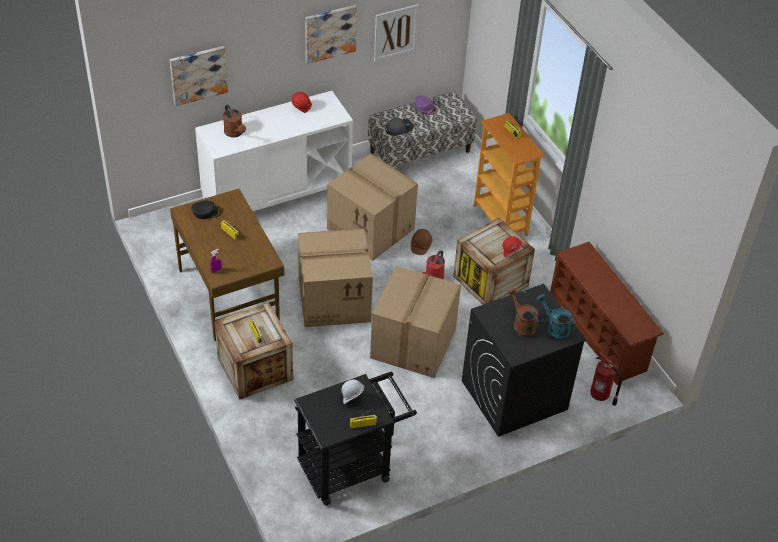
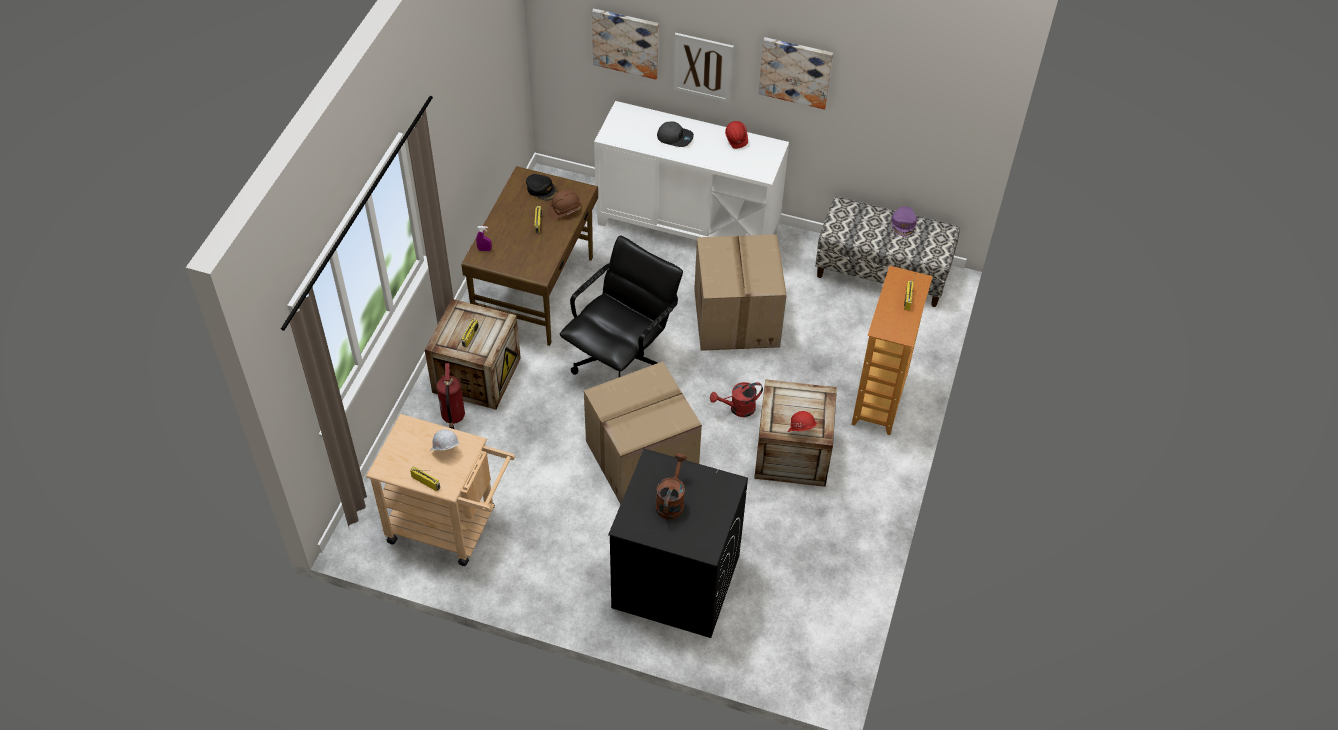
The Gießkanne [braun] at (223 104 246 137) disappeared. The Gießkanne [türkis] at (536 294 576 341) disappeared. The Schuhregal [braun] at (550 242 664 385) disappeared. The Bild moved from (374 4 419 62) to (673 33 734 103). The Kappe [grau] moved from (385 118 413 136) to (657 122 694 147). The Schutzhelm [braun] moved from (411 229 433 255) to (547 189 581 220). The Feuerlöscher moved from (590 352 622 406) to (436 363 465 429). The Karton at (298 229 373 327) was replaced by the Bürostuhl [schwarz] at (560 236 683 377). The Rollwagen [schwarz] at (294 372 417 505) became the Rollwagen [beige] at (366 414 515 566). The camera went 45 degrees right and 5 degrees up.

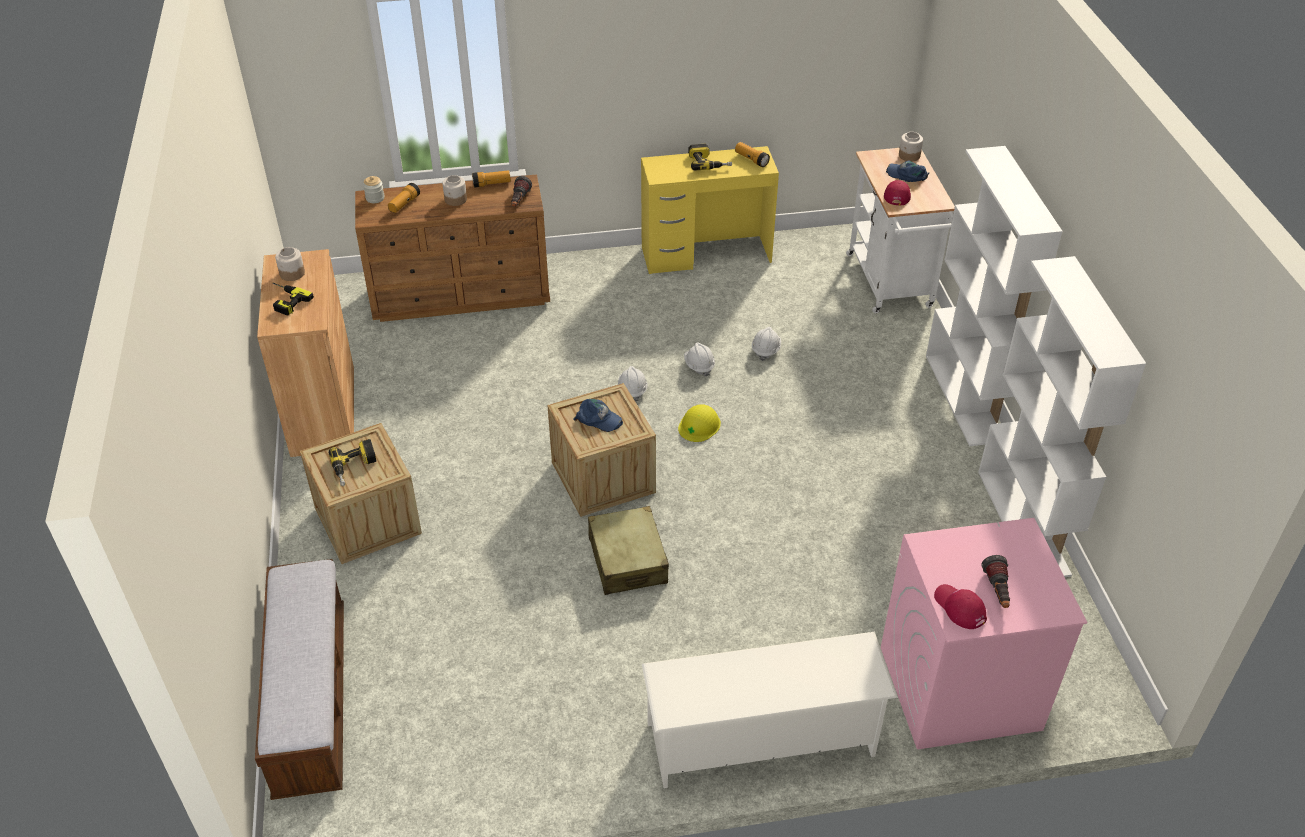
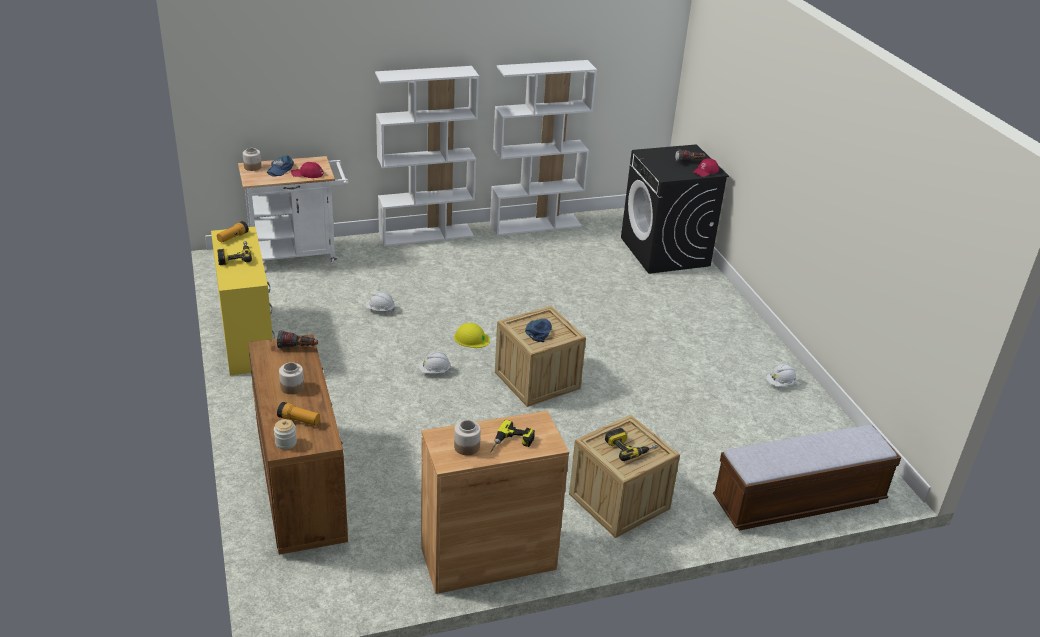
The Taschenlampe at (472 170 511 188) disappeared. The Koffer [beige] at (588 506 669 595) disappeared. The Schuhregal [weiß] at (642 632 898 788) disappeared. The Schutzhelm [weiß] moved from (684 342 715 377) to (766 364 796 387). The Waschmaschine [rosa] at (881 518 1087 750) became the Waschmaschine [schwarz] at (621 144 729 274). The camera went 100 degrees left and 10 degrees down.

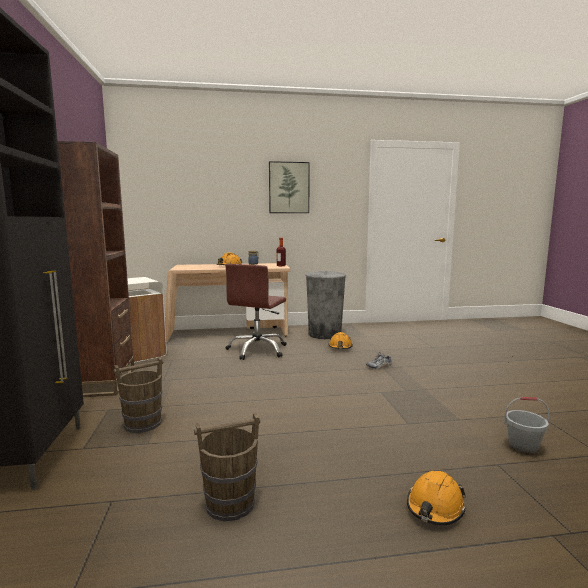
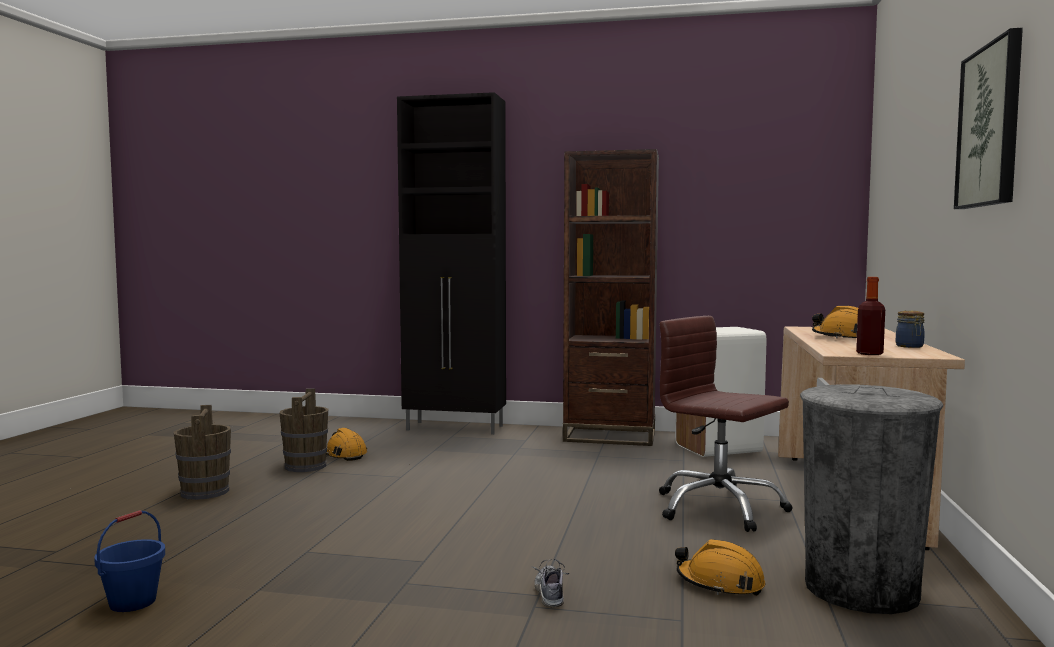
The Eimer [braun] moved from (114 357 163 433) to (174 405 231 500). The Schutzhelm [orange] moved from (407 471 466 525) to (326 428 367 461). The Eimer [grau] at (504 397 550 455) became the Eimer [blau] at (94 510 165 612). The camera went 110 degrees right and 5 degrees down.

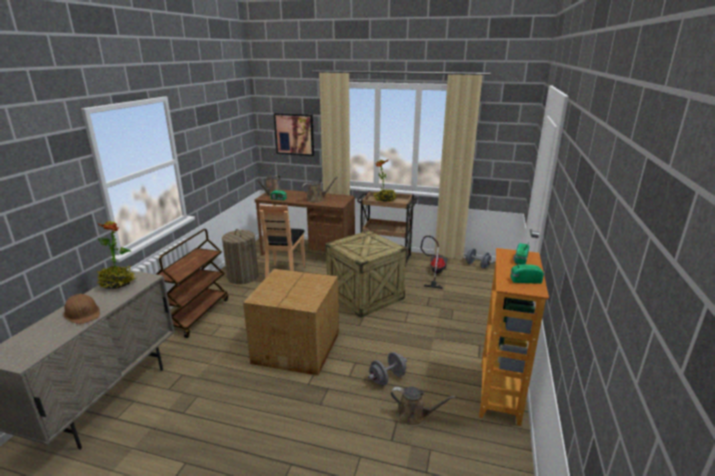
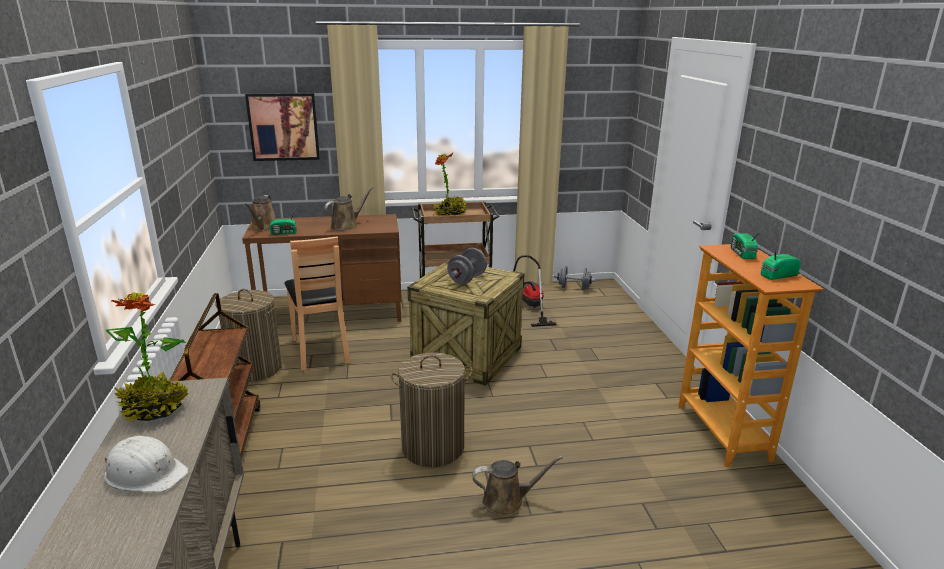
The Hantel [grau] moved from (368 352 407 386) to (447 248 487 284). The Gießkanne [braun] moved from (391 386 455 426) to (472 456 563 516). The Karton at (243 269 339 376) was replaced by the Wäschekorb at (390 353 472 467). The Schutzhelm [braun] at (64 294 100 324) became the Schutzhelm [weiß] at (104 436 189 492). The camera went 25 degrees left and 0 degrees up.

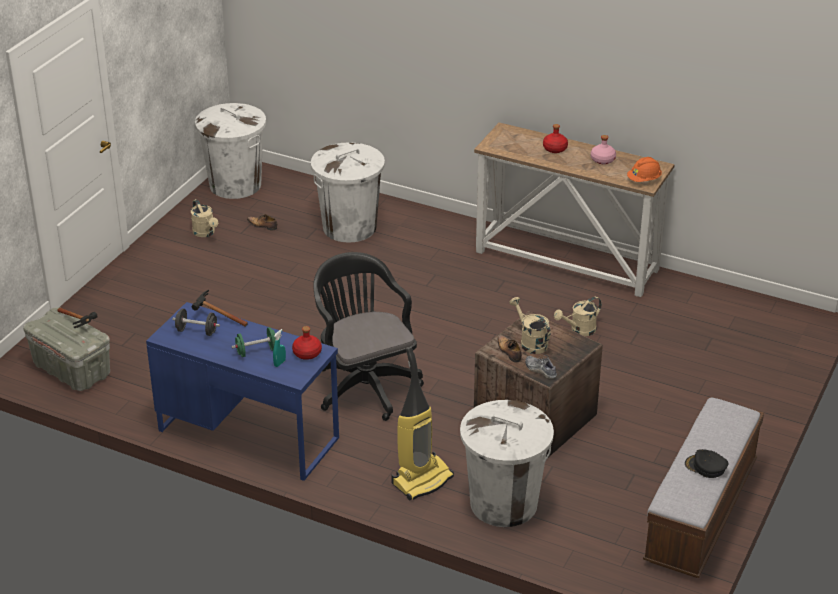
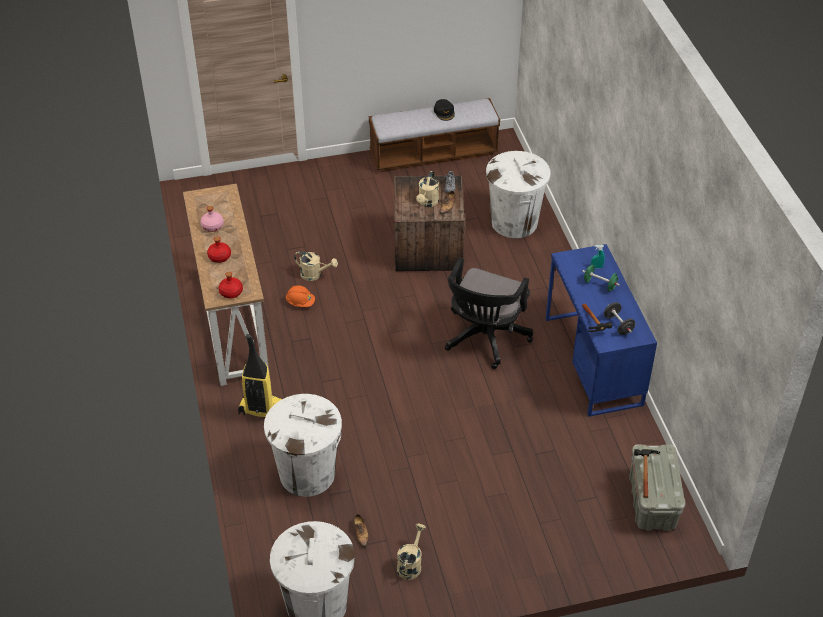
The Flasche [rot] moved from (292 326 322 360) to (218 272 243 299). The Staubsauger moved from (392 347 454 500) to (238 334 282 417). The Schutzhelm [orange] moved from (627 157 662 182) to (286 286 315 307). The camera went 130 degrees left and 10 degrees up.

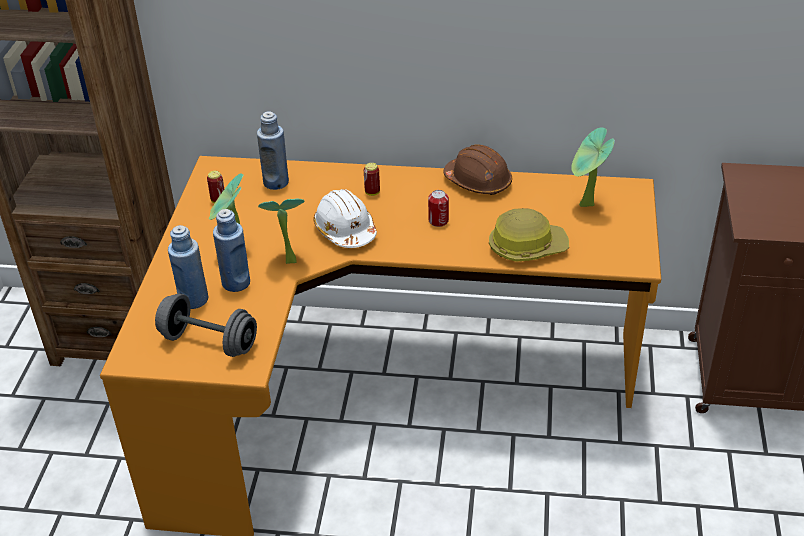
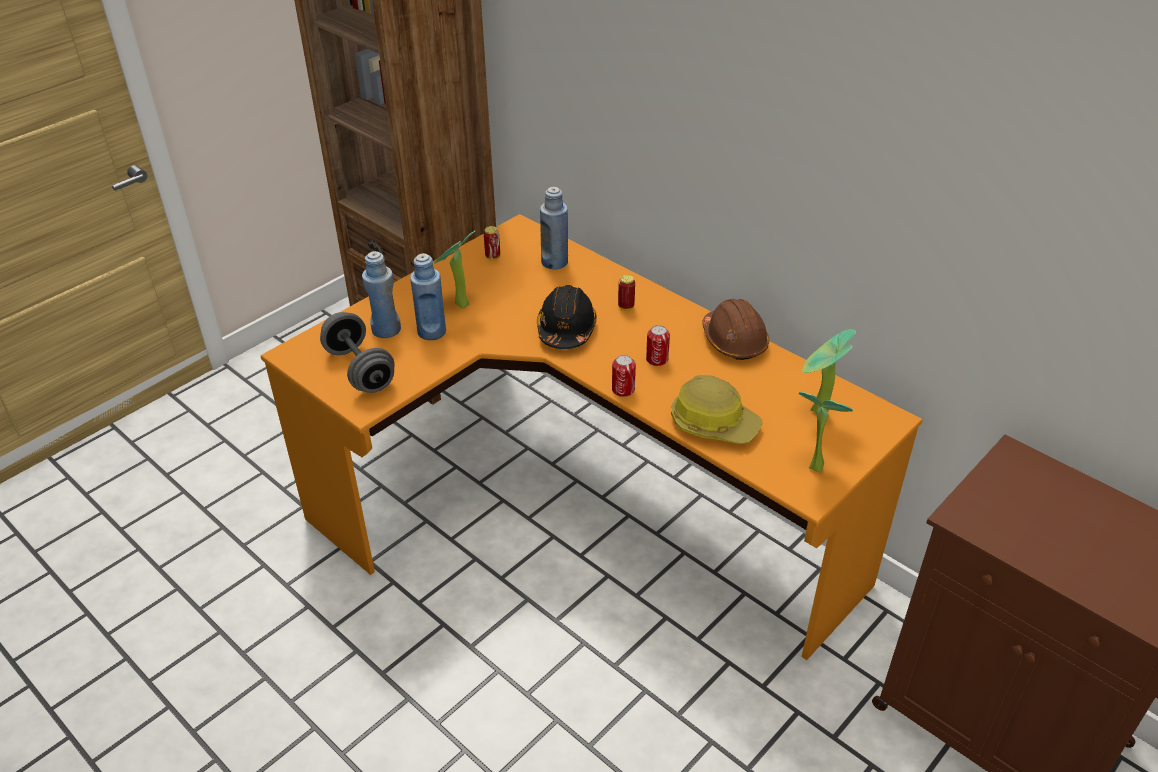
The Dose at (612 355 636 397) appeared. The Topfpflanze moved from (258 198 304 264) to (799 392 853 472). The Schutzhelm [weiß] at (313 189 377 248) became the Schutzhelm [schwarz] at (537 285 597 349). The camera went 35 degrees right and 0 degrees up.

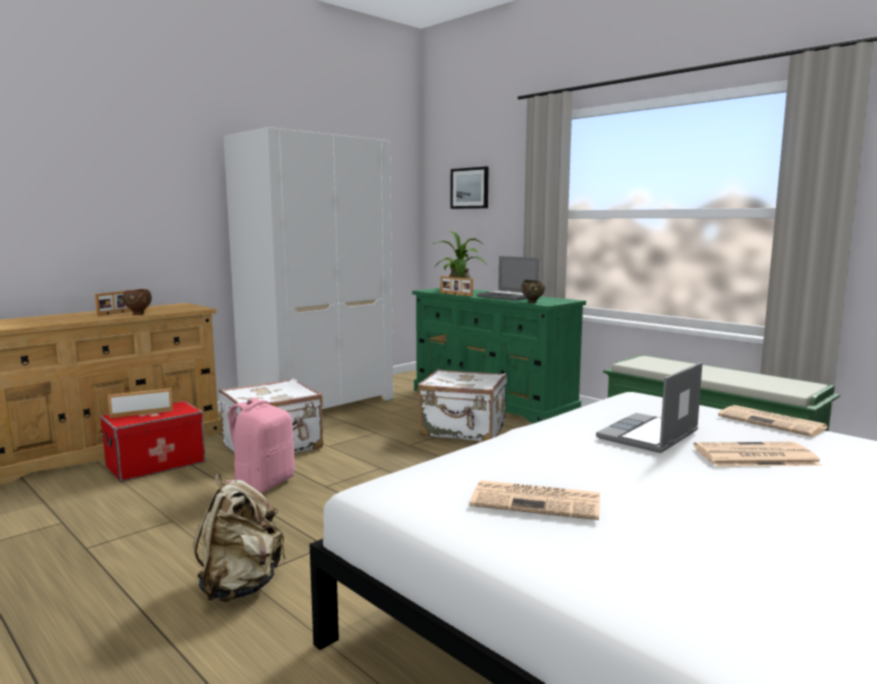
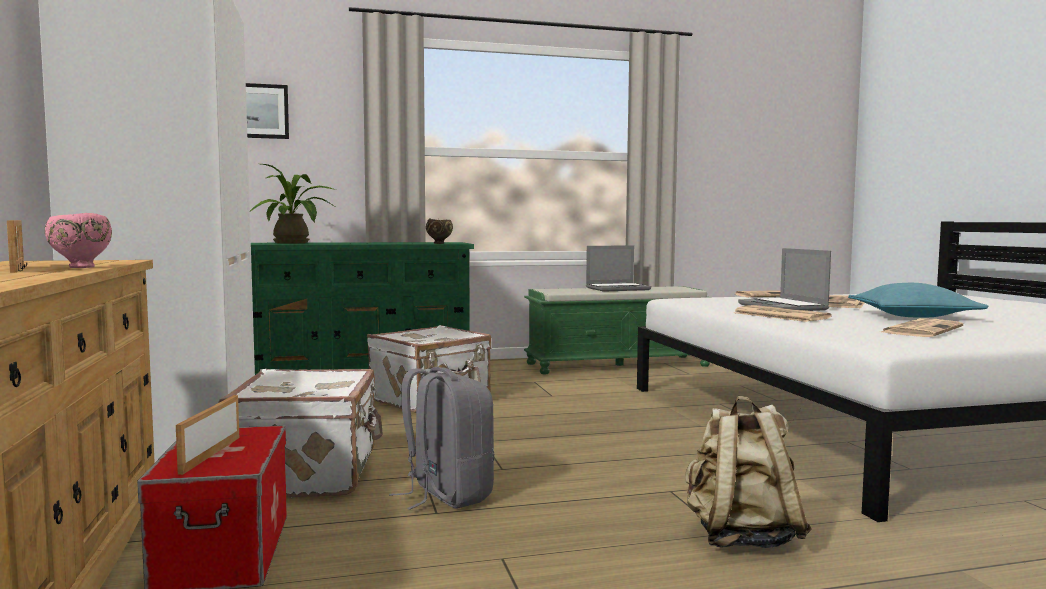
The Bilderrahmen at (440 276 473 297) disappeared. The Zeitung at (733 305 832 322) appeared. The Kissen [türkis] at (848 283 989 318) appeared. The Laptop moved from (478 256 539 301) to (586 245 651 292). The Schüssel [braun] at (122 289 152 315) became the Schüssel [rosa] at (45 213 112 268). The Rucksack [rosa] at (225 398 295 493) became the Rucksack [grau] at (389 367 494 510). The camera went 60 degrees left and 5 degrees down.

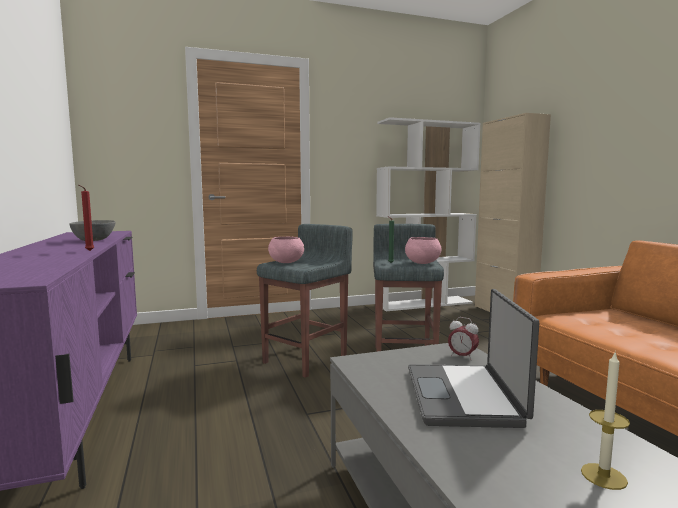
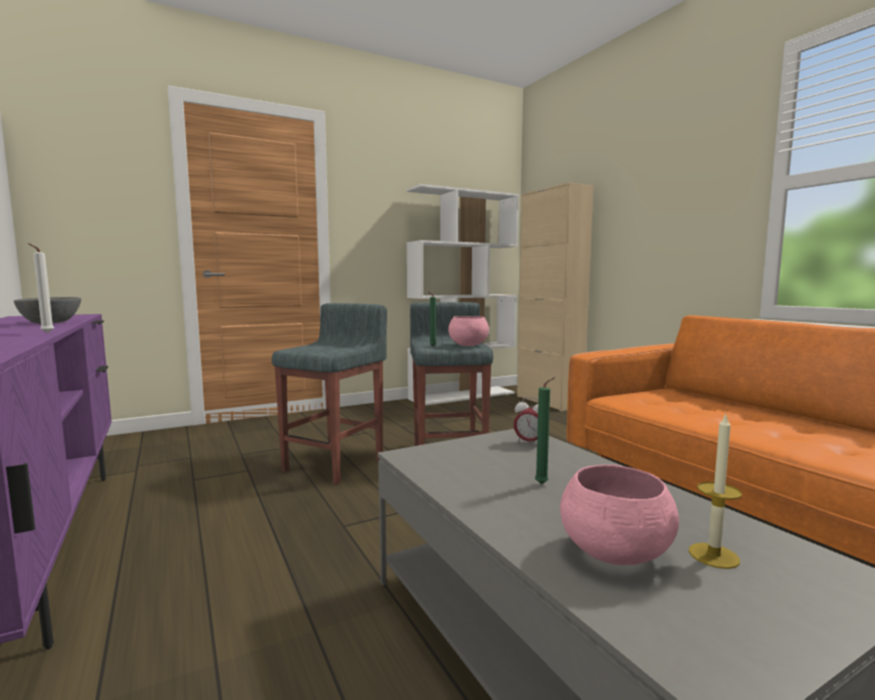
The Schüssel [rosa] moved from (268 237 304 263) to (560 464 679 565). The Laptop at (408 289 539 428) was replaced by the Kerze [grün] at (535 377 556 484). The Kerze [rot] at (79 185 94 251) became the Kerze [weiß] at (28 243 54 333). The camera went 10 degrees left and 0 degrees up.

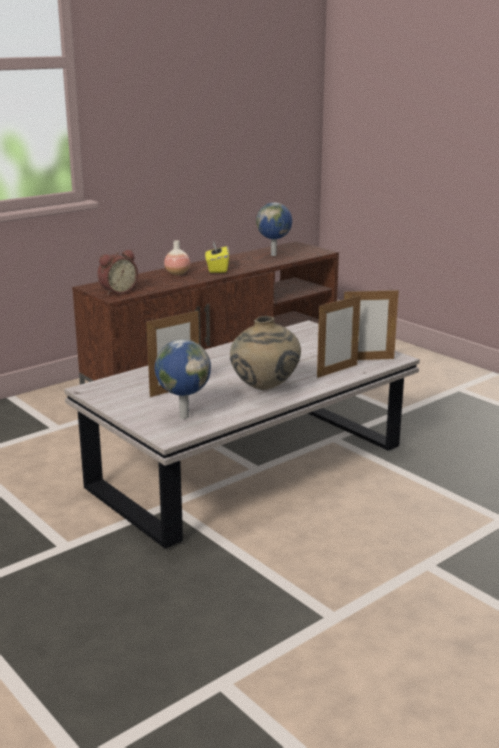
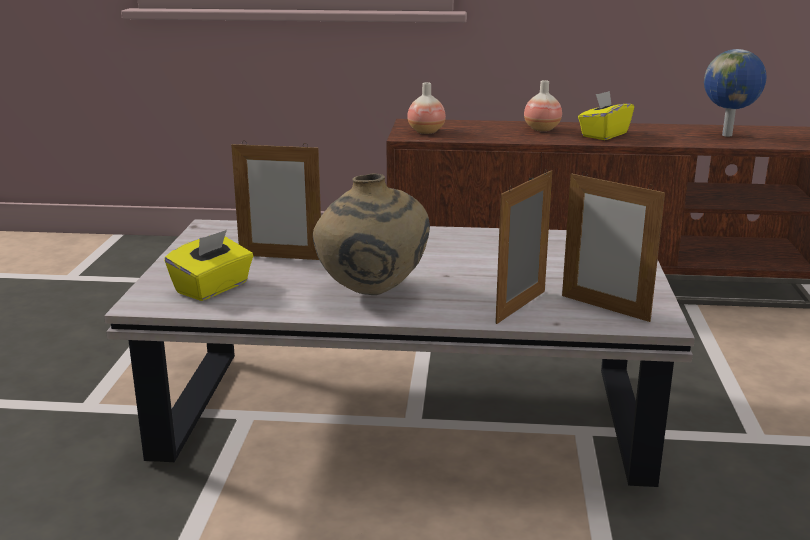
The Wecker at (97 250 138 295) was replaced by the Vase at (407 82 446 134). The Globus at (155 339 211 419) was replaced by the Taschentuchbox [gelb] at (164 230 253 301). The Bilderrahmen at (317 294 361 378) turned 120 degrees clockwise. The camera went 45 degrees right and 0 degrees up.

